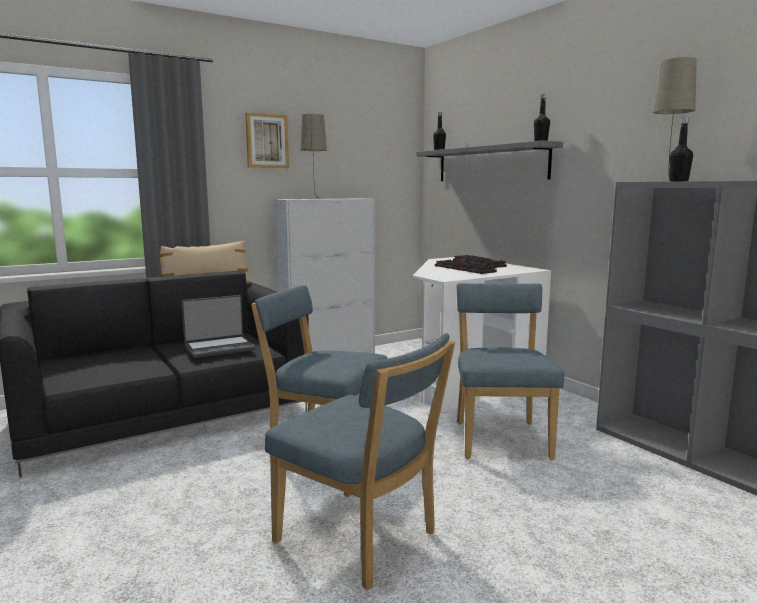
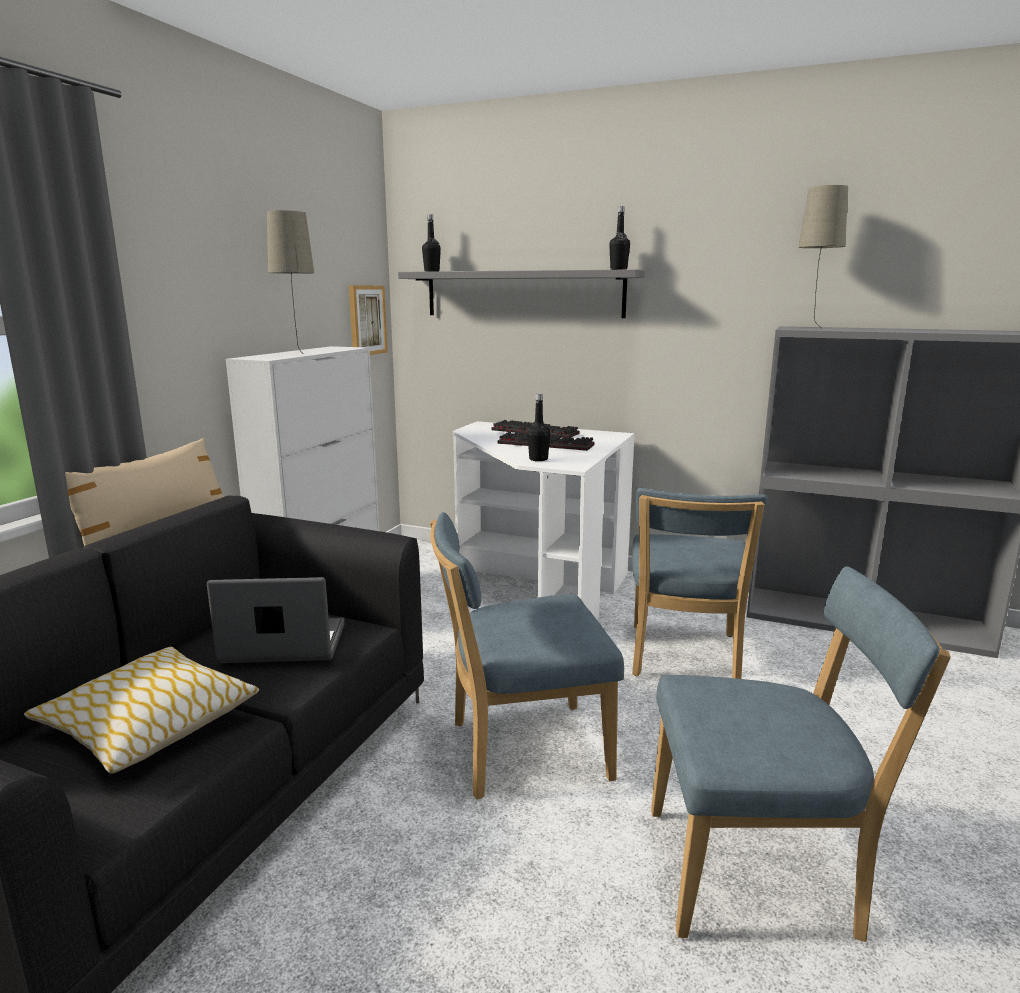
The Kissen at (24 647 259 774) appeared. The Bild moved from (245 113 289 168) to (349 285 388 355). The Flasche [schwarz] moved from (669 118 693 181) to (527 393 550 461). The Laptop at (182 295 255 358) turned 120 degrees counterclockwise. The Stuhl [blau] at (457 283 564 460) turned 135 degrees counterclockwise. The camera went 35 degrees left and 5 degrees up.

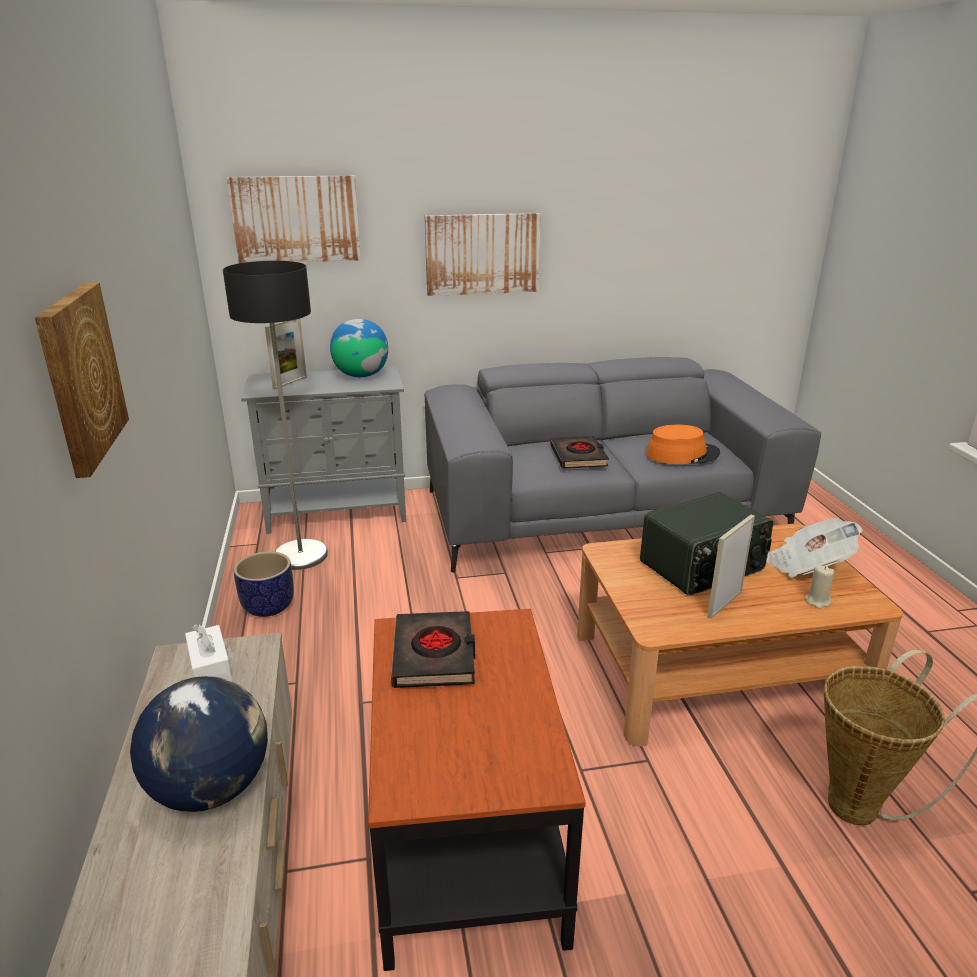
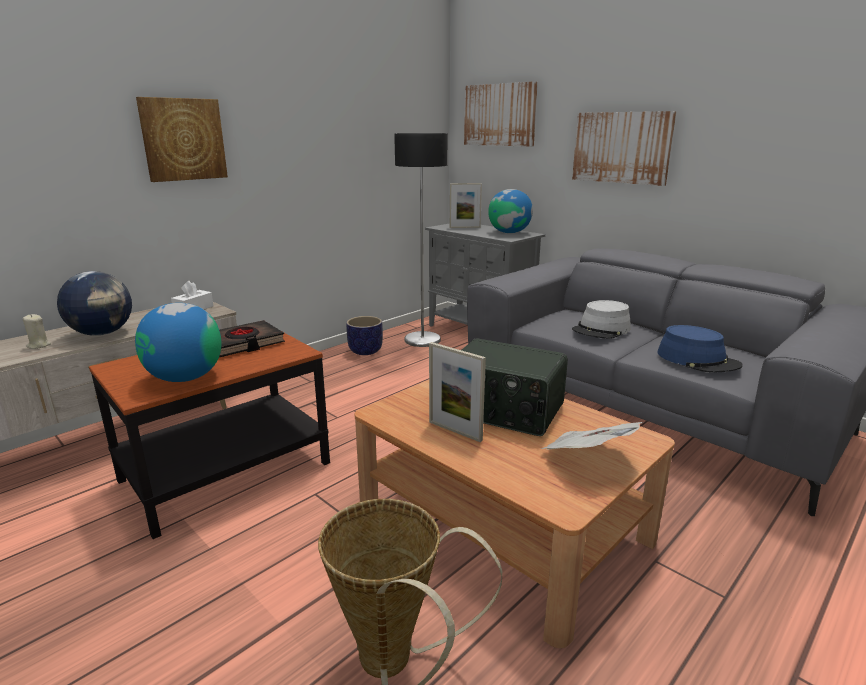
The Globus at (135 303 221 382) appeared. The Kerze [beige] moved from (805 565 834 609) to (22 314 51 349). The Buch [schwarz] at (551 436 609 469) was replaced by the Hut [grau] at (572 300 631 339). The Hut [orange] at (646 424 720 464) became the Hut [blau] at (657 325 743 373). The Bilderrahmen at (707 515 755 619) turned 150 degrees counterclockwise. The camera went 55 degrees right and 5 degrees down.

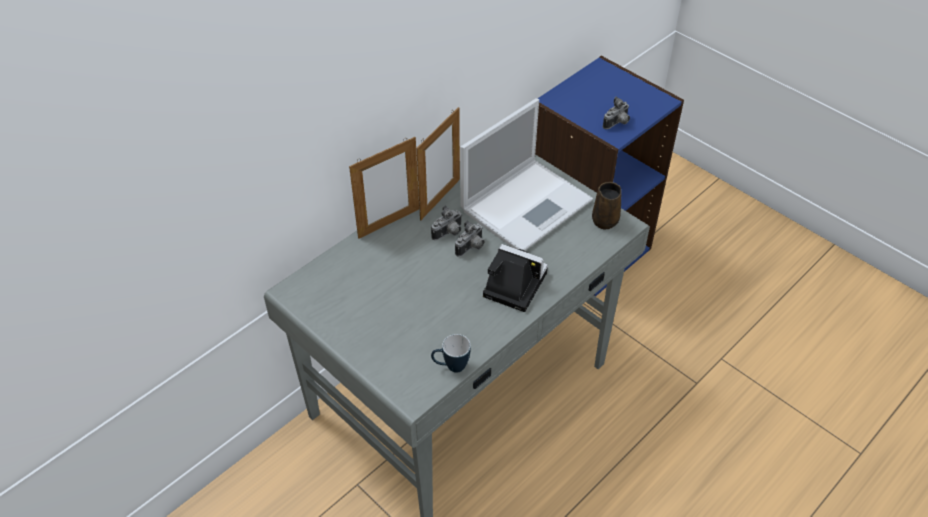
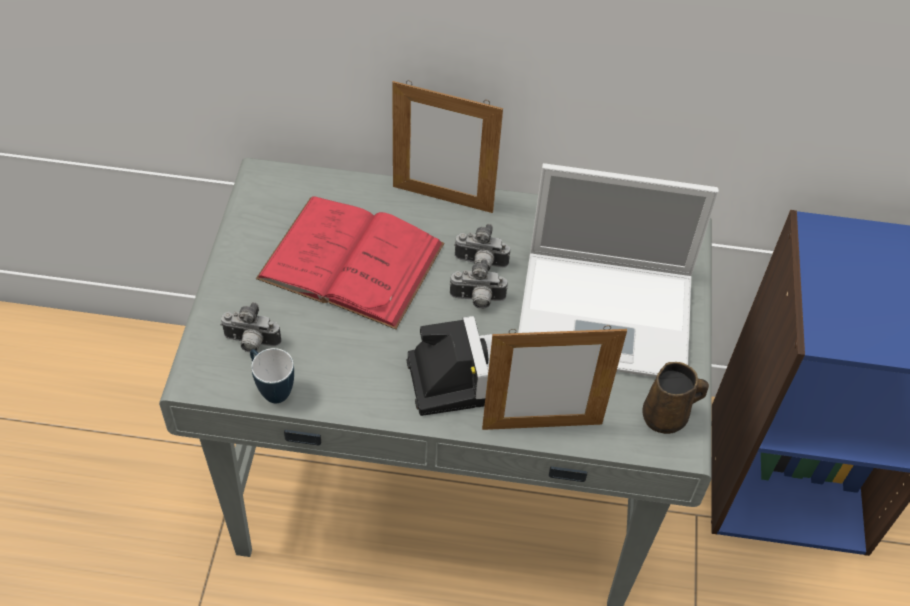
The Buch [rot] at (256 196 444 329) appeared. The Bilderrahmen moved from (416 107 460 220) to (482 326 627 430). The Kamera moved from (603 97 630 129) to (220 302 281 353). The camera went 50 degrees right and 5 degrees up.

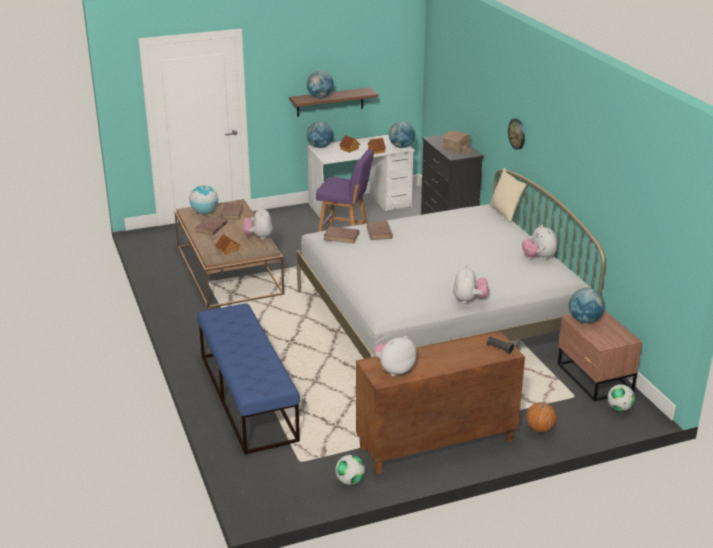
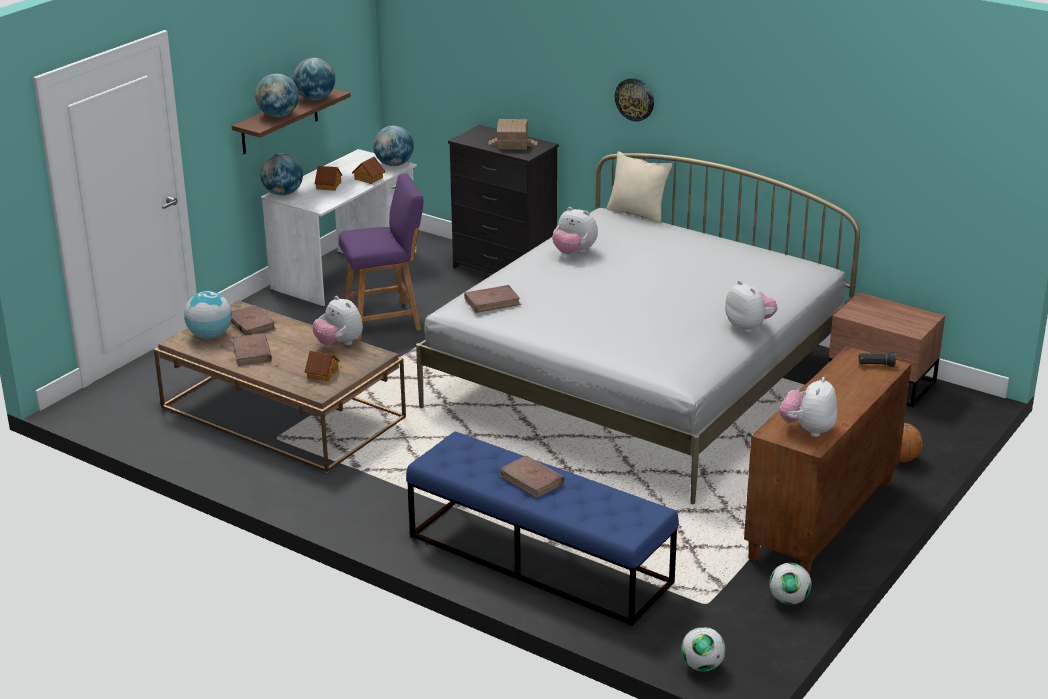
The Buch [braun] moved from (366 221 393 240) to (499 455 565 498). The Plüschtier moved from (522 225 557 260) to (552 207 598 254). The Globus moved from (569 288 605 323) to (293 58 335 100). The Fußball moved from (607 384 635 411) to (681 627 726 672). The camera went 35 degrees left and 0 degrees up.

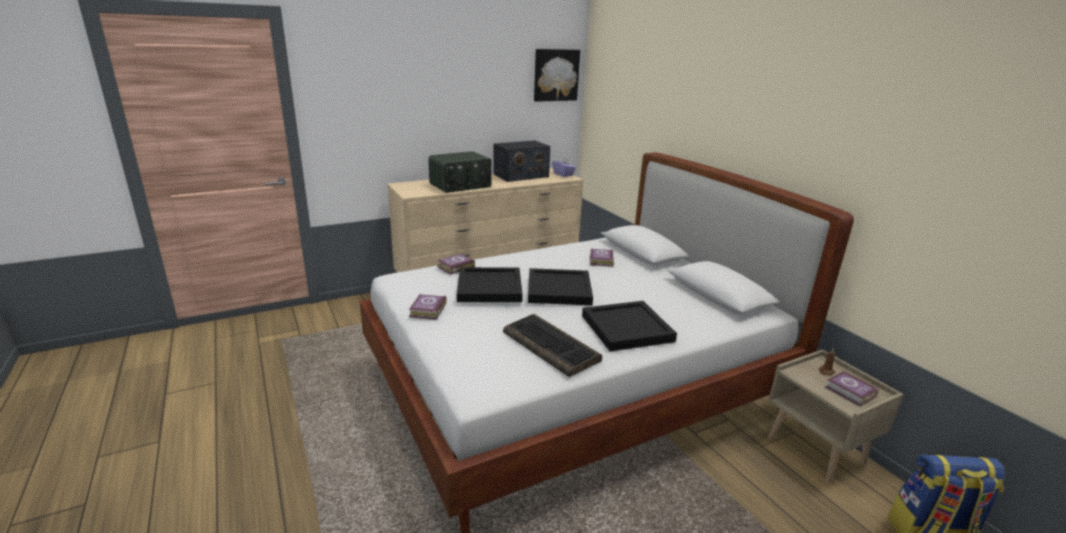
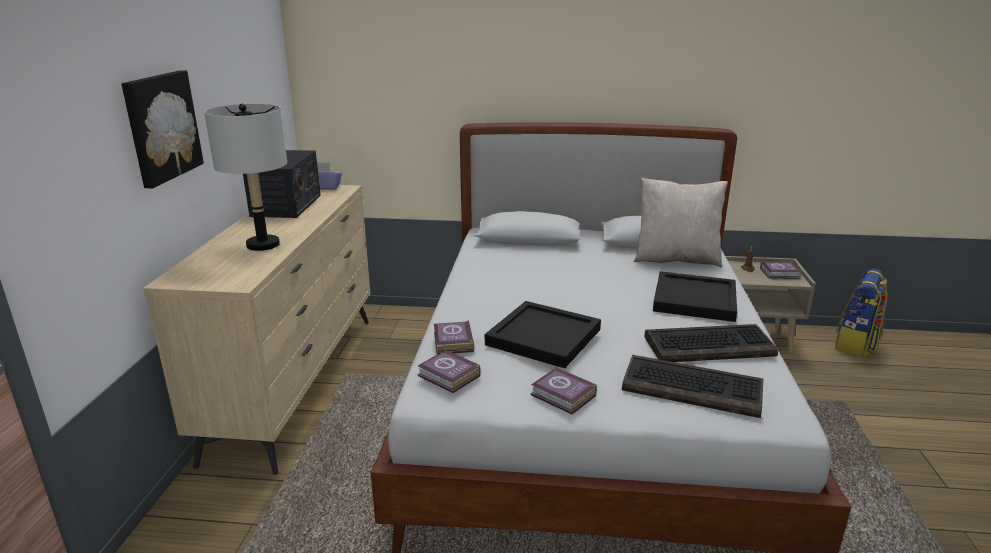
The Tablett [schwarz] at (528 268 593 305) disappeared. The Tastatur at (622 355 763 418) appeared. The Kissen [beige] at (633 177 728 268) appeared. The Bild moved from (534 49 580 102) to (122 71 204 188). The Buch moved from (590 249 614 267) to (418 349 481 393). The Radio at (428 151 492 193) was replaced by the Tischlampe [grau] at (204 104 287 251). The camera went 55 degrees left and 0 degrees up.

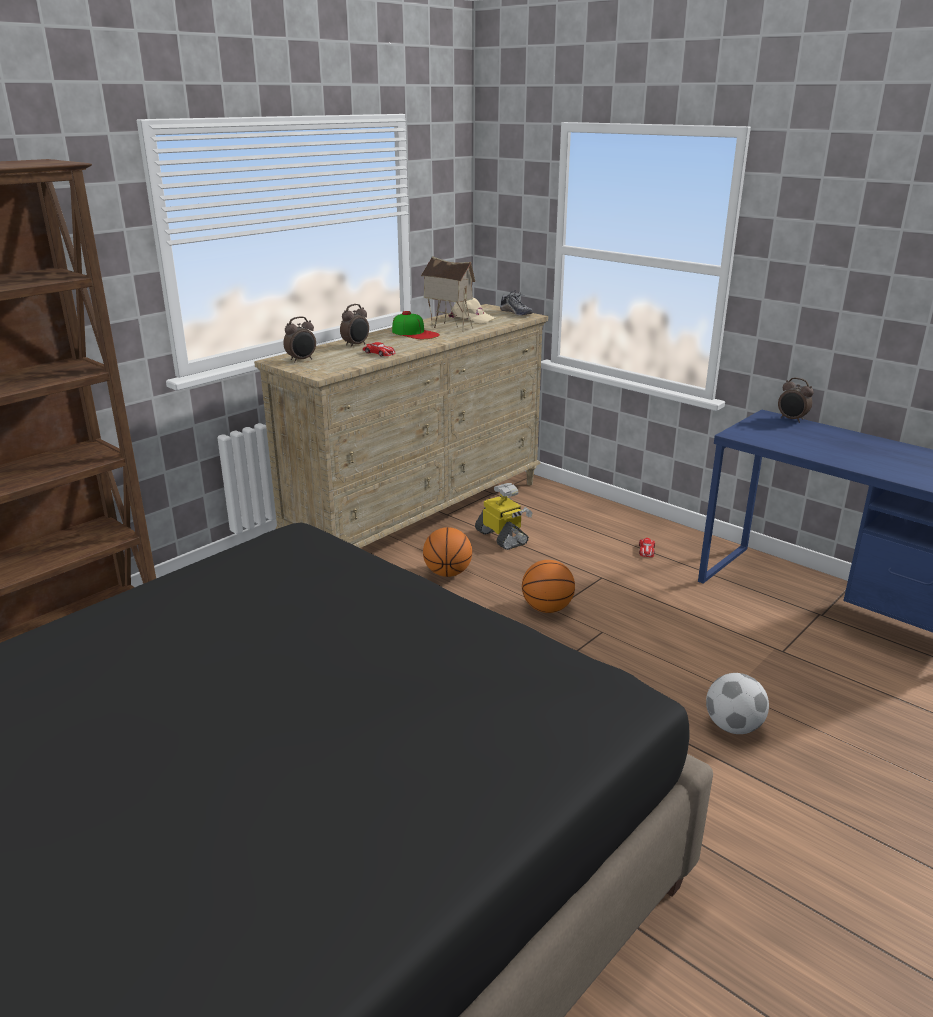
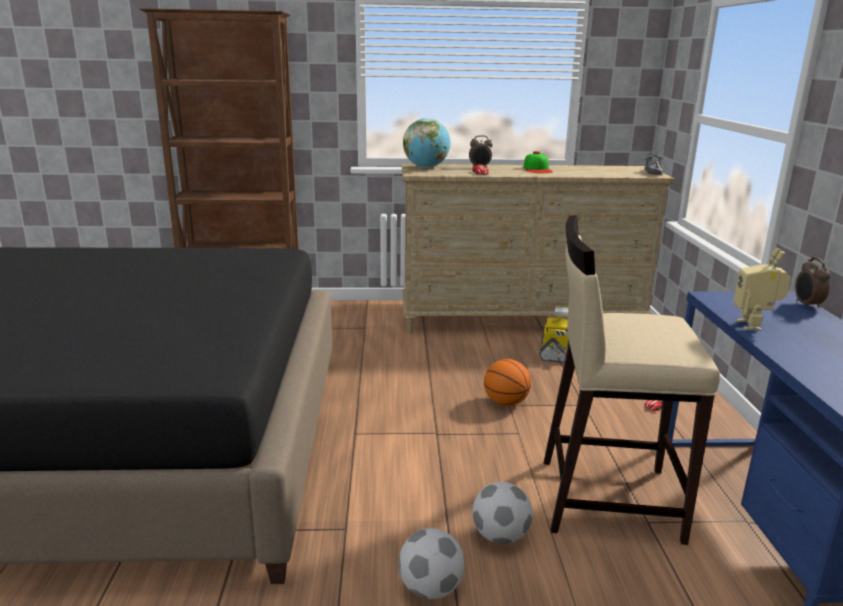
The Spielzeughaus at (421 256 475 332) disappeared. The Basketball at (423 527 472 577) disappeared. The Kappe [beige] at (448 297 495 323) disappeared. The Fußball at (398 528 465 599) appeared. The Hocker [beige] at (544 215 720 545) appeared. The Spielzeugroboter at (733 248 791 331) appeared. The Wecker at (283 316 316 363) was replaced by the Globus at (403 118 450 168). The camera went 45 degrees right and 5 degrees down.

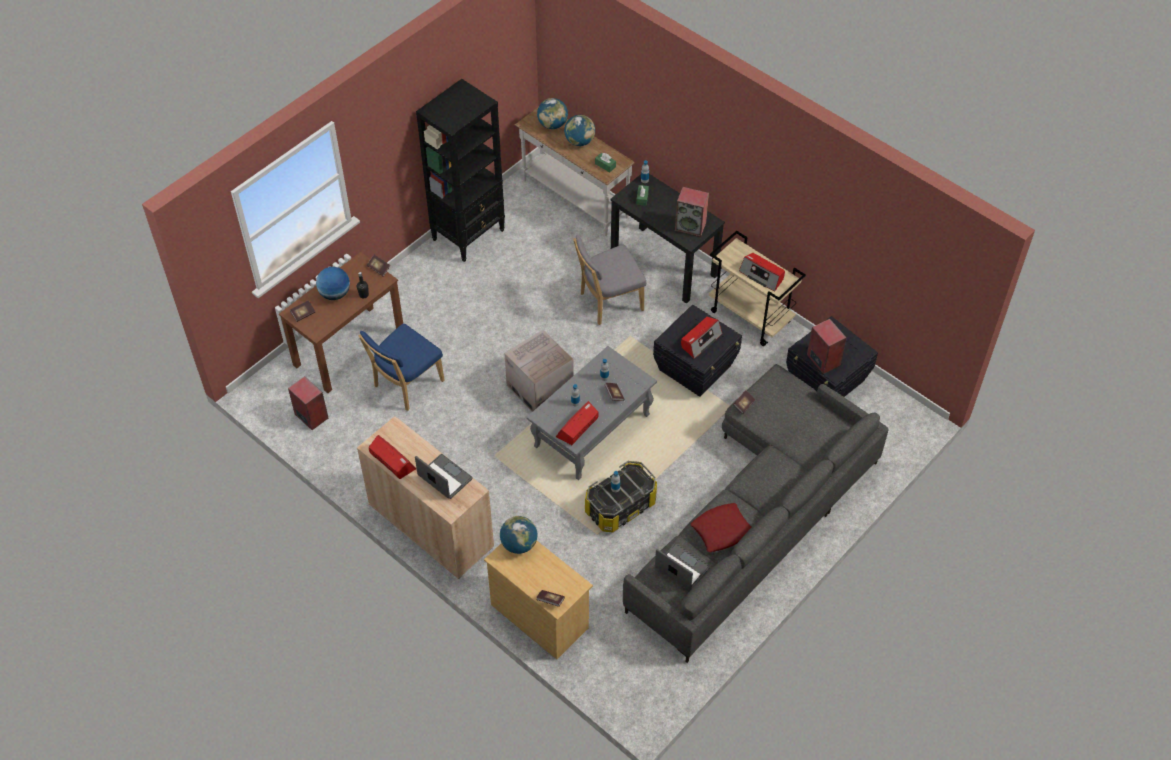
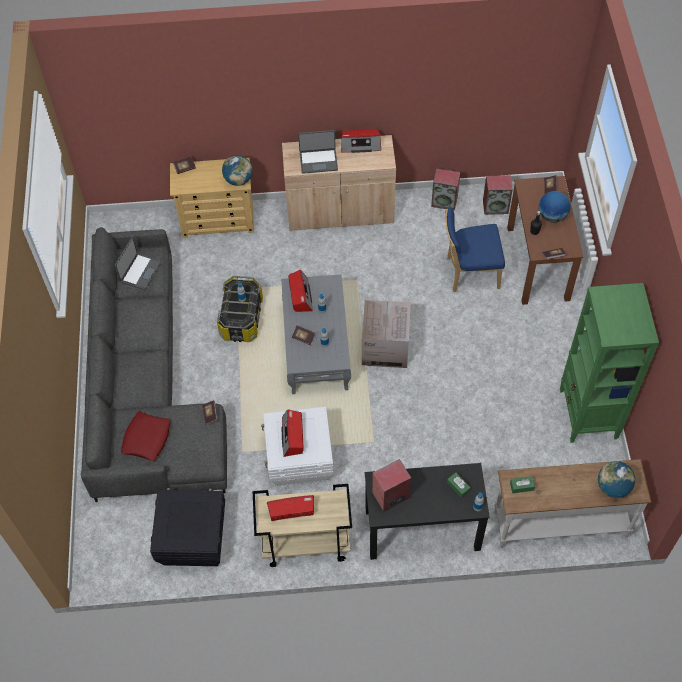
The Globus at (564 115 595 146) disappeared. The Stuhl [grau] at (573 235 646 325) disappeared. The Kissen [rot] moved from (691 503 752 552) to (121 411 170 462). The Lautsprecher moved from (807 319 847 374) to (431 168 460 211). The Bücherregal [schwarz] at (416 79 505 262) became the Bücherregal [grün] at (560 283 659 443). The Aufbewahrungsbox [schwarz] at (653 305 742 397) became the Aufbewahrungsbox [weiß] at (261 407 334 486). The Stuhl [blau] at (358 324 445 411) turned 90 degrees counterclockwise. The Laptop at (655 543 710 590) turned 60 degrees counterclockwise. The camera went 135 degrees right and 5 degrees up.

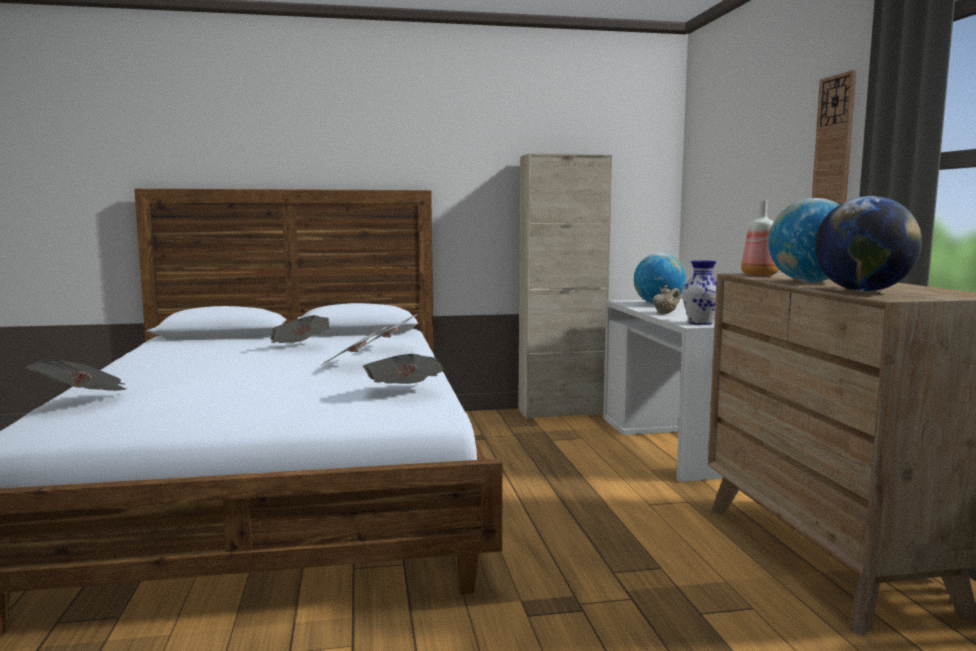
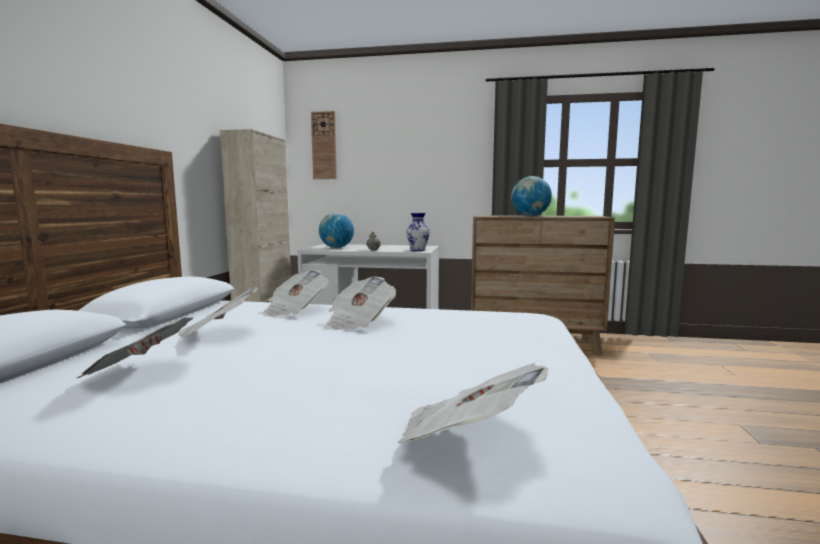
The Flasche at (741 200 779 276) disappeared. The Globus at (815 196 922 292) disappeared. The Zeitung moved from (362 354 445 384) to (77 317 193 378). The Wanduhr moved from (812 70 856 204) to (311 111 337 179). The camera went 70 degrees left and 0 degrees up.

